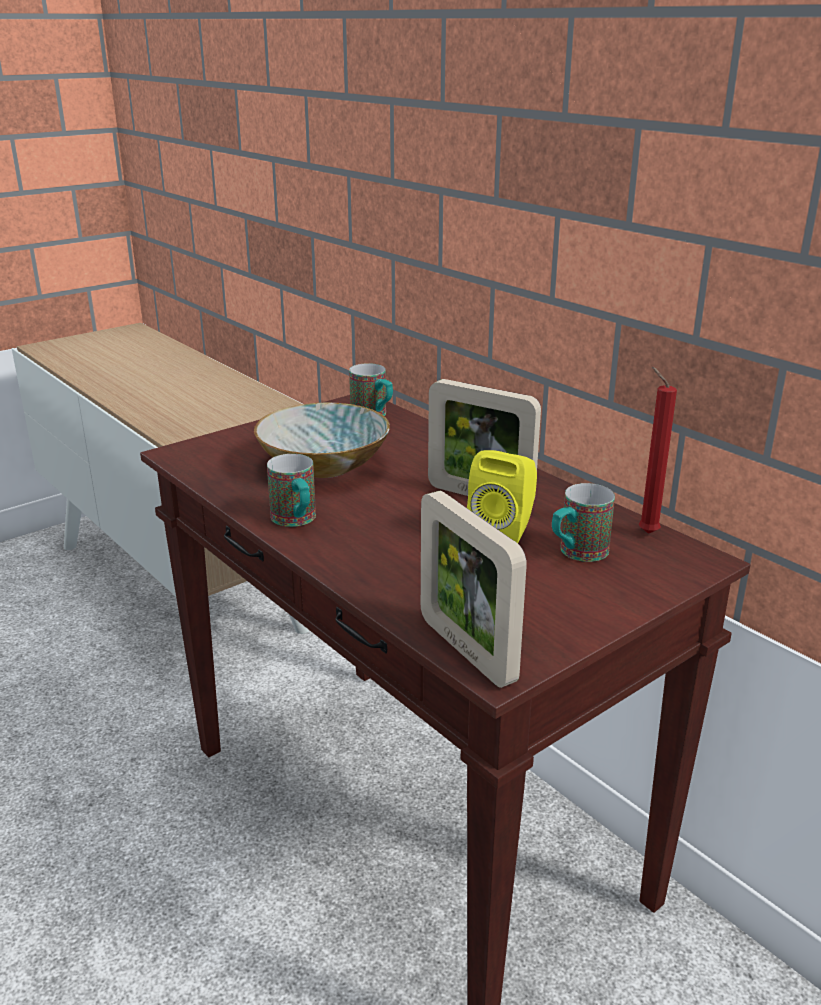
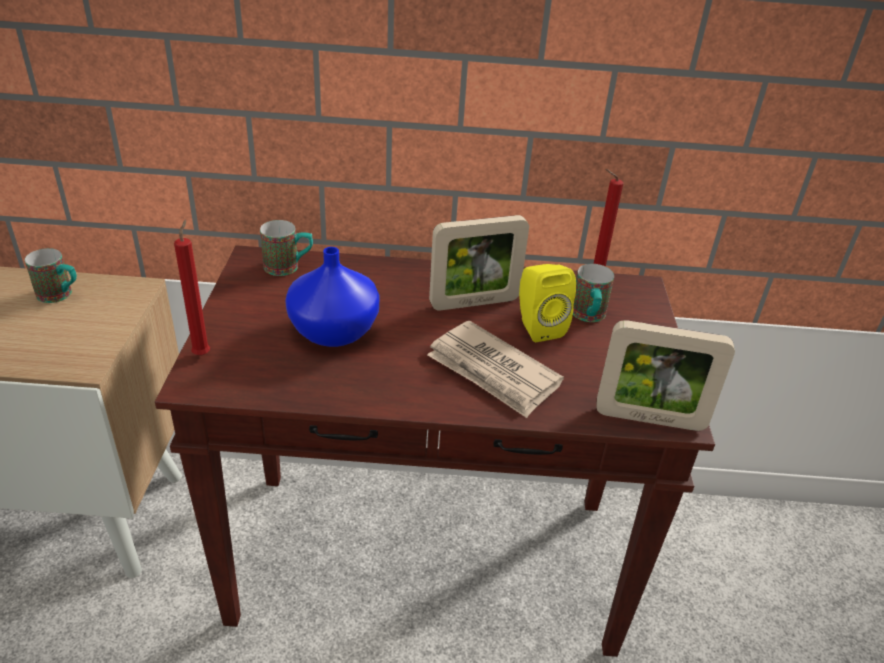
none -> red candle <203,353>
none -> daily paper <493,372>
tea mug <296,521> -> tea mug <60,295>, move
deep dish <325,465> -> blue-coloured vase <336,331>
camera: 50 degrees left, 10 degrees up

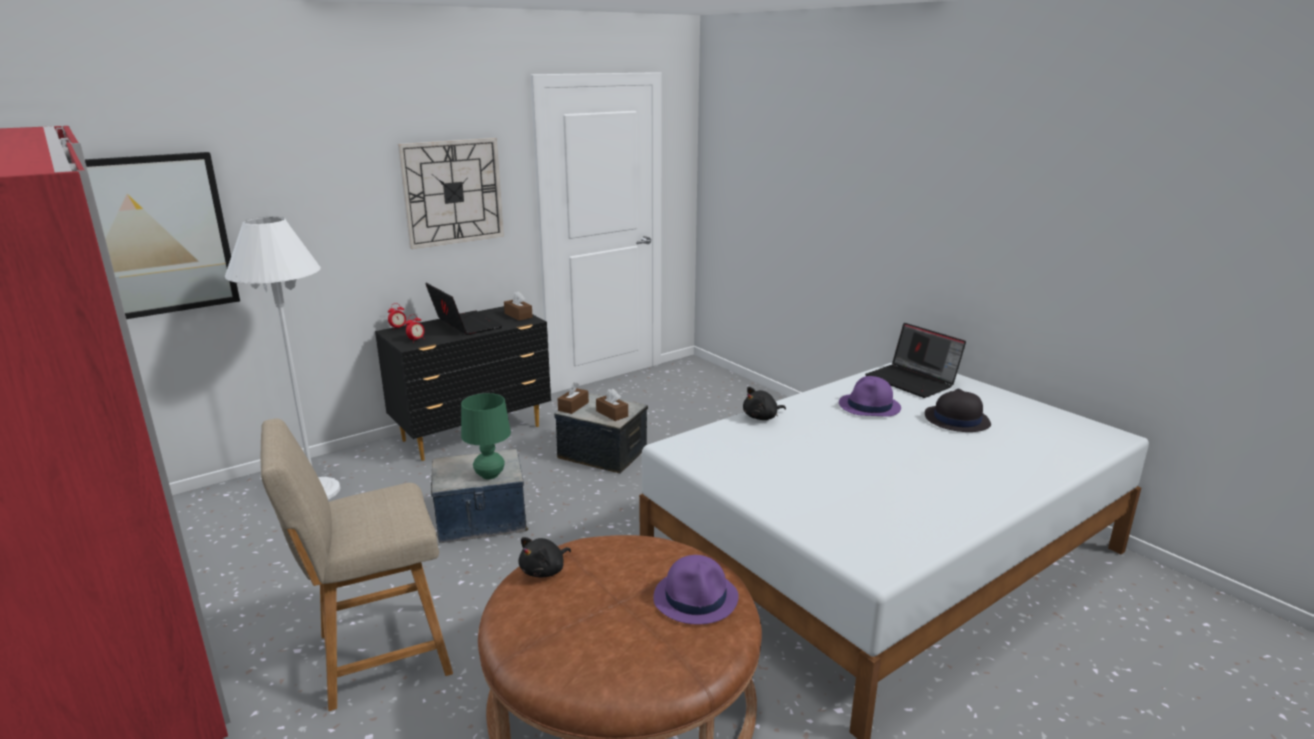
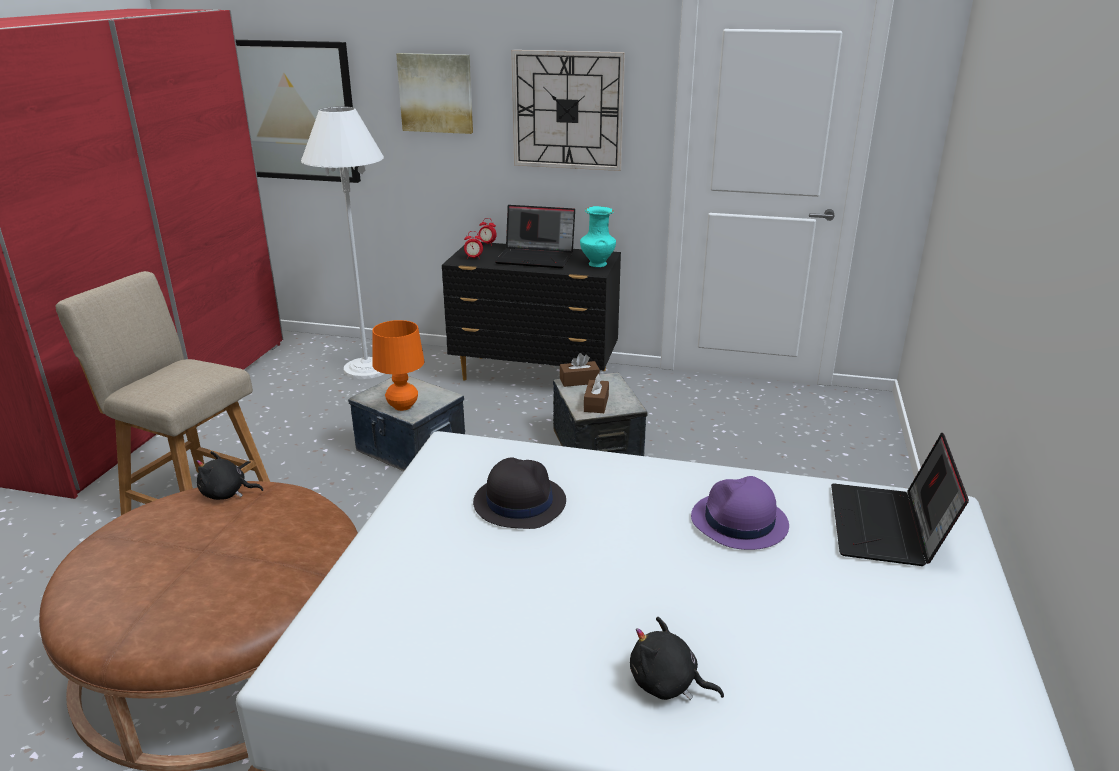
purplish wearable hat <696,598> -> none
none -> wall picture <436,93>
black-coloured soft toy <762,417> -> black-coloured soft toy <667,684>, move
black-coloured wearable hat <956,420> -> black-coloured wearable hat <519,502>, move
brownish tissue holder <518,315> -> turquoise-coloured vase <597,264>
greenish table lamp <489,475> -> orange-coloured table lamp <402,406>
portable computer <464,325> -> portable computer <536,257>, 90 degrees clockwise
camera: 50 degrees right, 5 degrees up

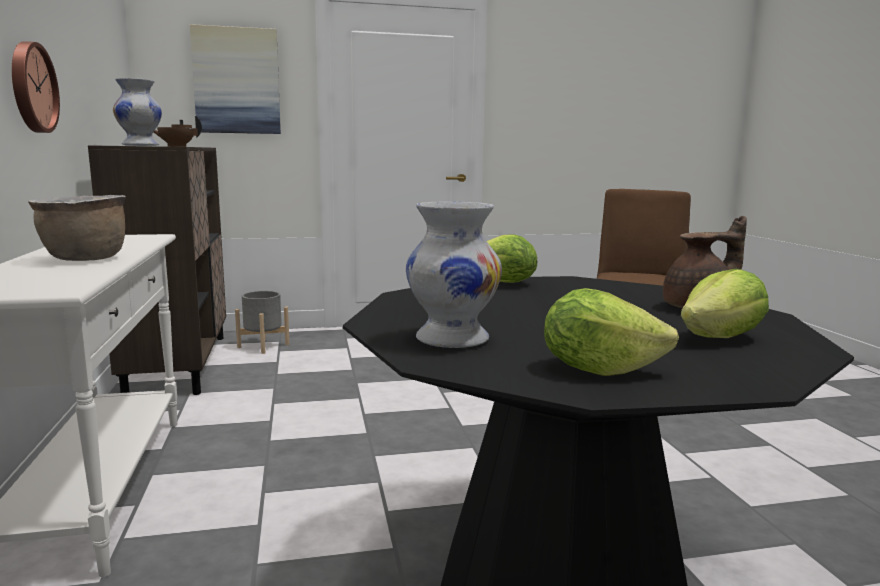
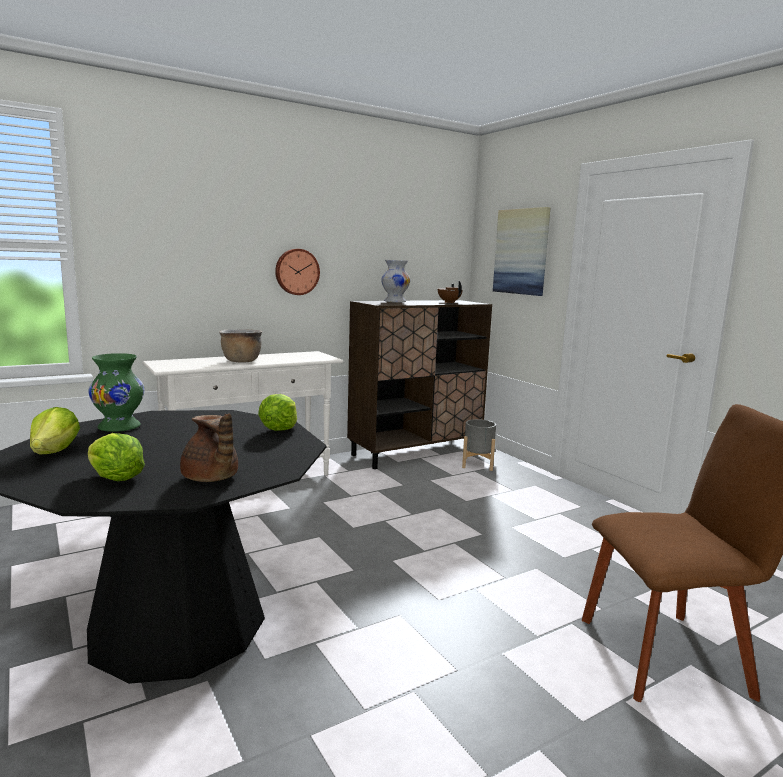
white vase <452,340> -> greenish vase <118,427>
camera: 70 degrees right, 0 degrees up

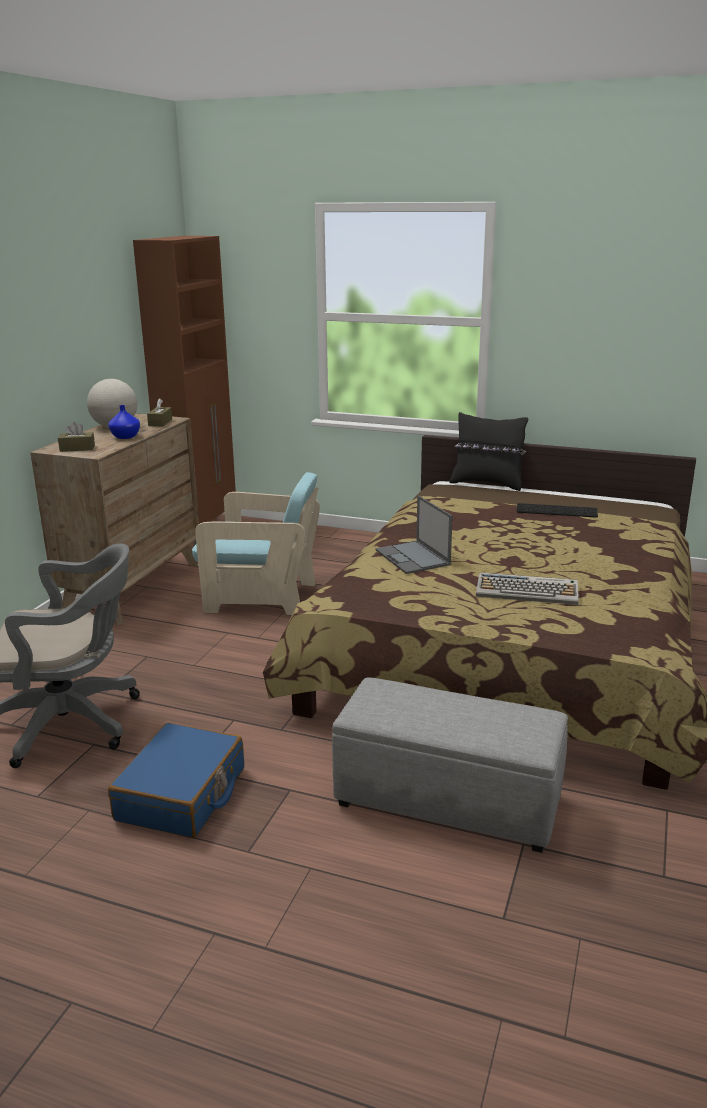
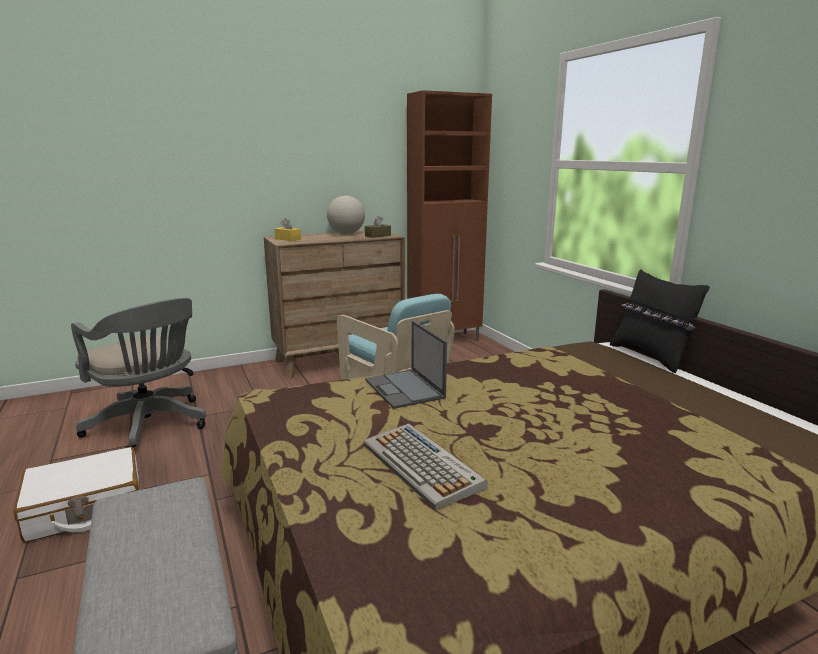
blue-coloured vase <126,437> -> none
computer keyboard <557,510> -> none
brownish tissue holder <77,448> -> yellow-coloured tissue holder <288,239>
blue-coloured travel case <182,795> -> white travel case <85,507>
portable computer <413,558> -> portable computer <405,389>, 45 degrees counterclockwise
camera: 45 degrees right, 5 degrees down

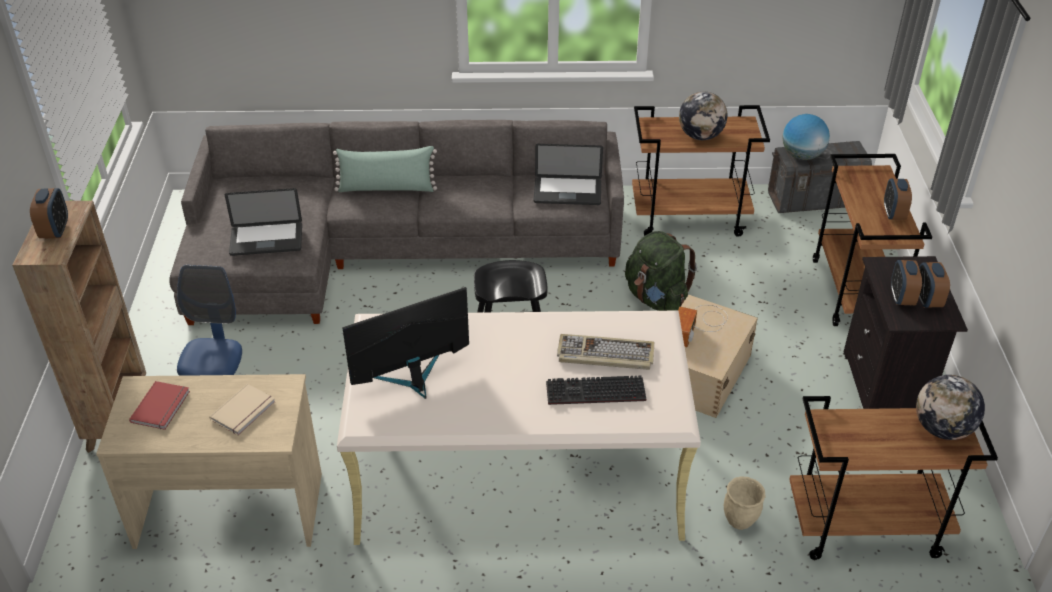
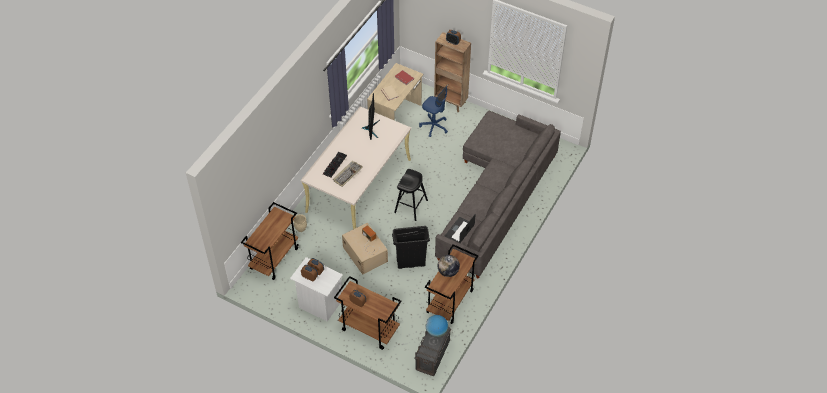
portable computer <266,240> -> none
greenish throw pillow <386,188> -> none
desk globe <942,429> -> none
greenish knapsack <656,298> -> black-coloured trash can <410,263>
black-coloured night table <886,385> -> white night table <319,305>
camera: 120 degrees right, 10 degrees up

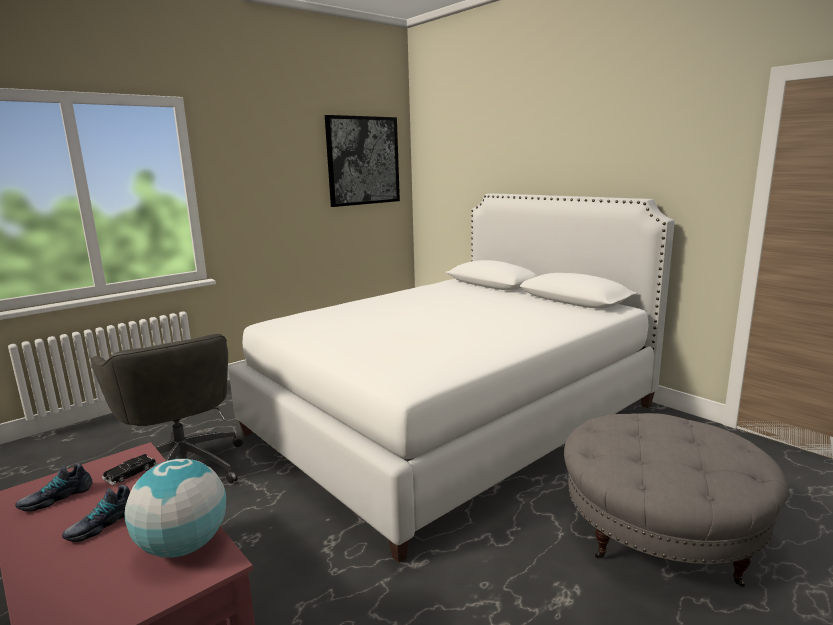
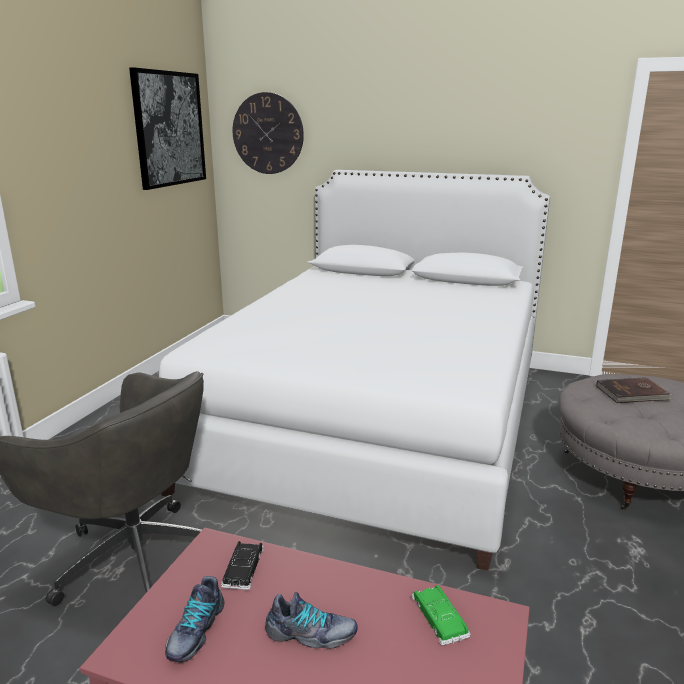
none -> clock on the wall <268,133>
none -> brownish bound book <633,393>
desk globe <183,546> -> greenish model car <439,618>
low shoe <102,524> -> low shoe <311,634>, 90 degrees counterclockwise
camera: 30 degrees left, 5 degrees up

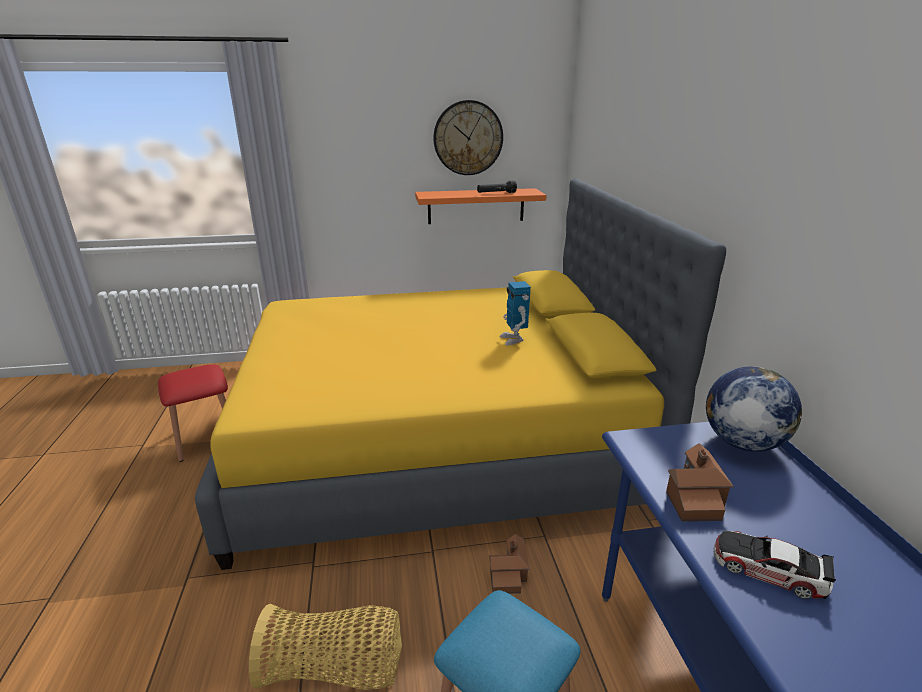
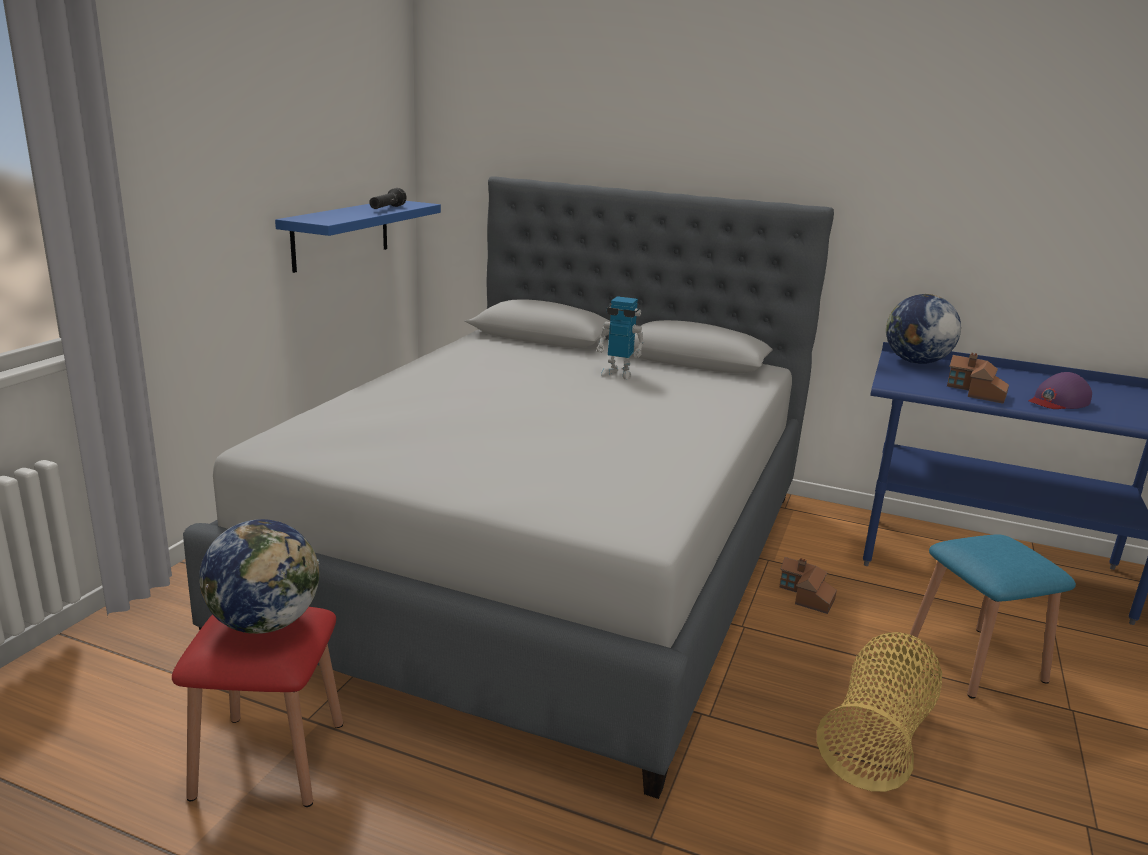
clock on the wall <468,138> -> none
none -> desk globe <265,623>
model car <768,569> -> purplish cap <1058,401>
yellow-coloured sleeping bed <436,442> -> greyish sleeping bed <549,560>
orange-coloured shelf <476,206> -> blue-coloured shelf <341,234>
camera: 60 degrees left, 5 degrees down

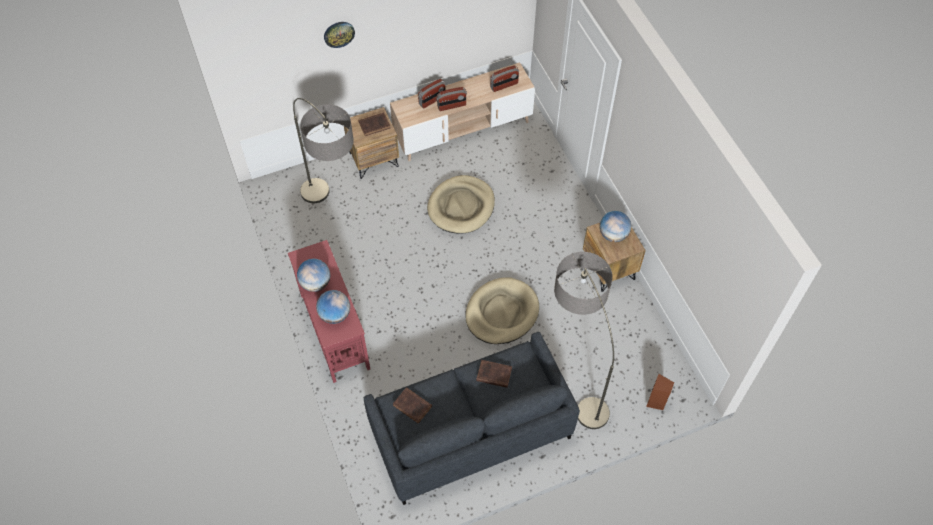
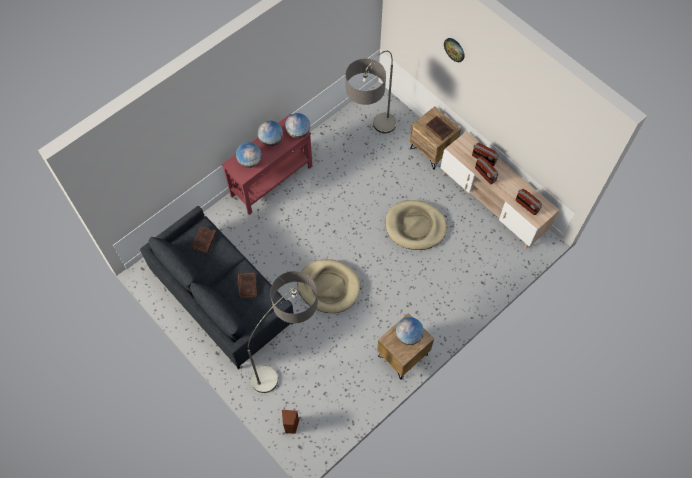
none -> desk globe <298,132>
camera: 70 degrees right, 5 degrees up

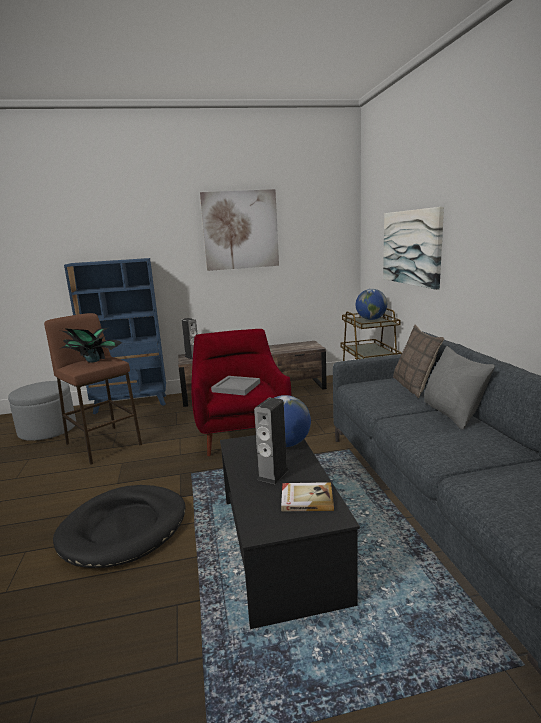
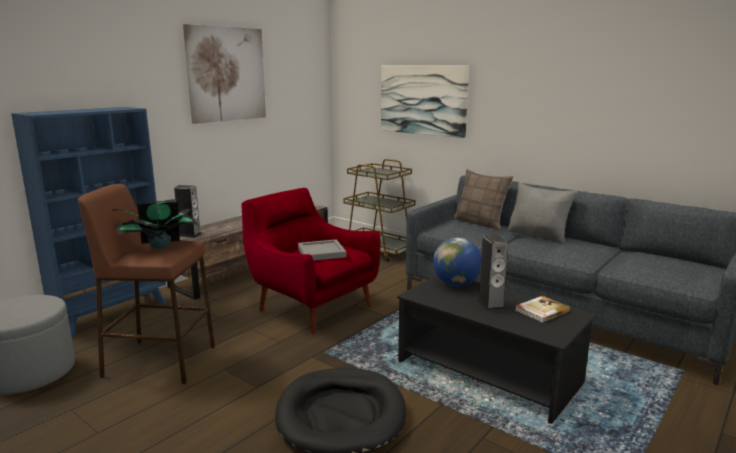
desk globe <371,319> -> none
camera: 40 degrees left, 0 degrees up

